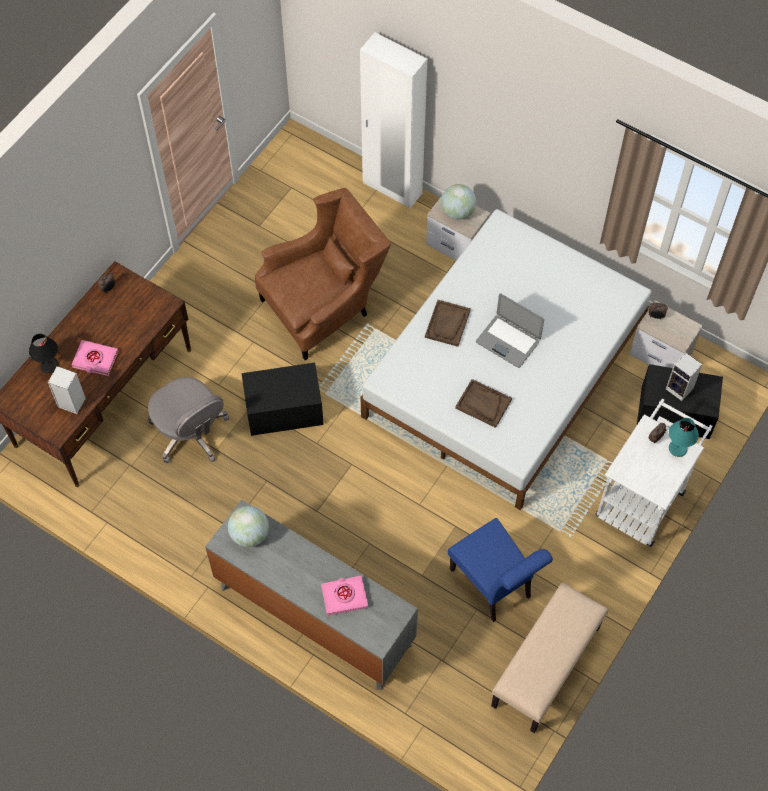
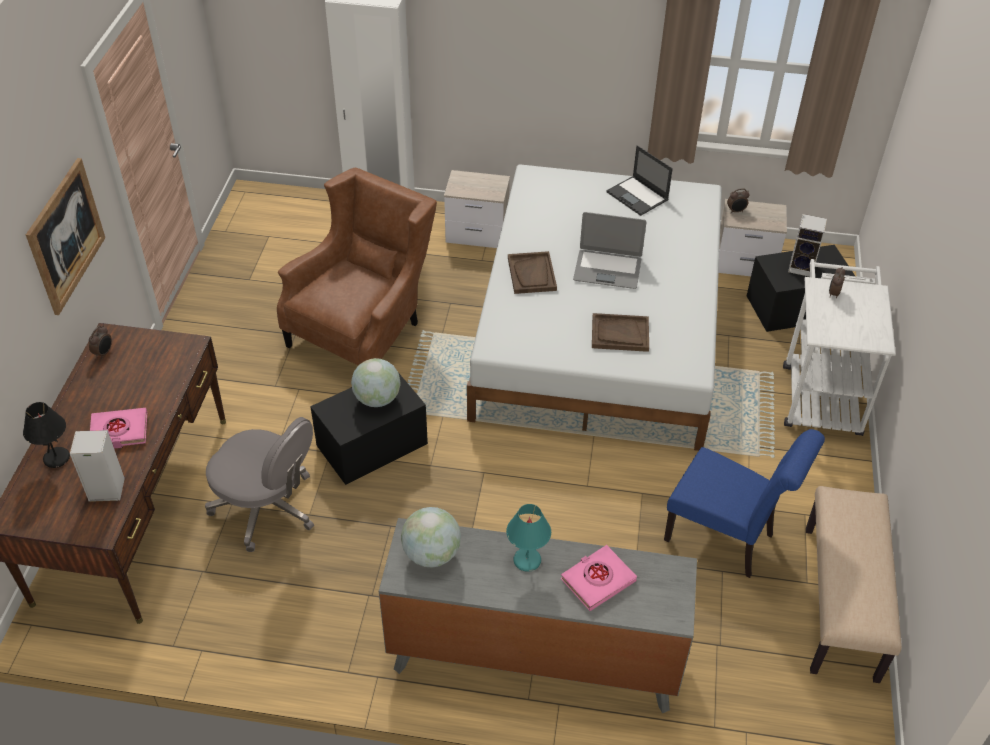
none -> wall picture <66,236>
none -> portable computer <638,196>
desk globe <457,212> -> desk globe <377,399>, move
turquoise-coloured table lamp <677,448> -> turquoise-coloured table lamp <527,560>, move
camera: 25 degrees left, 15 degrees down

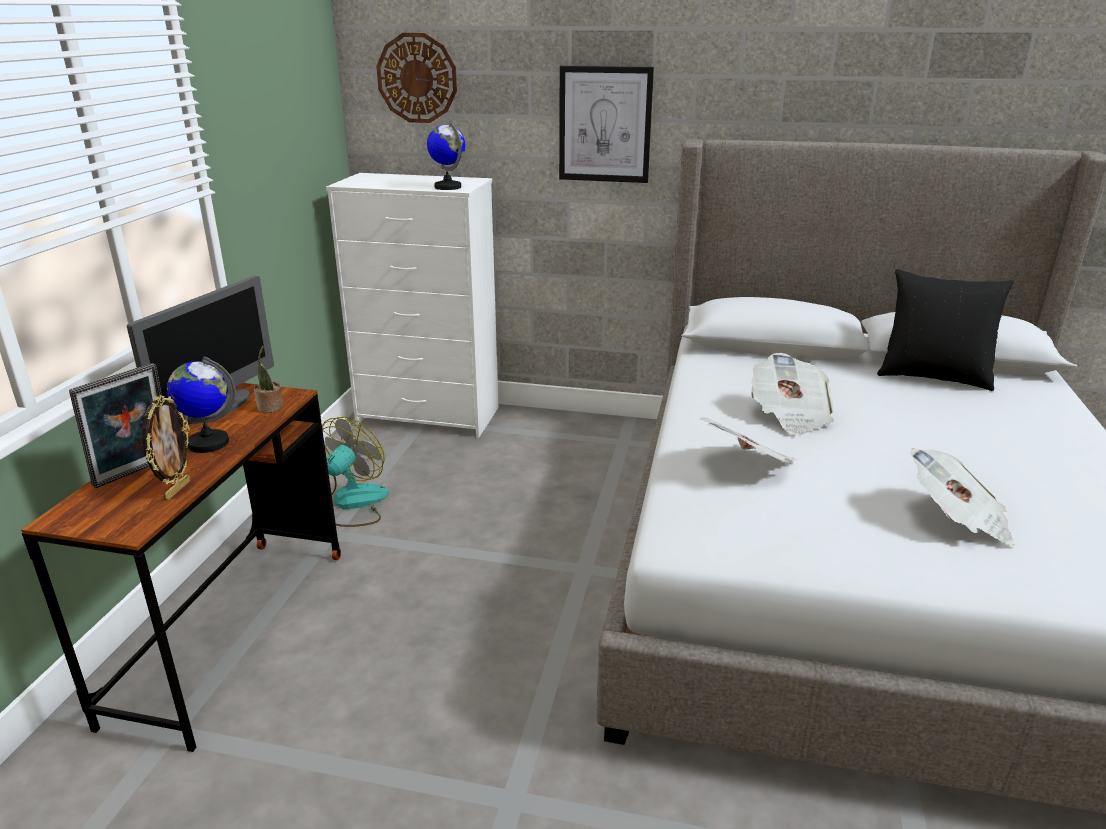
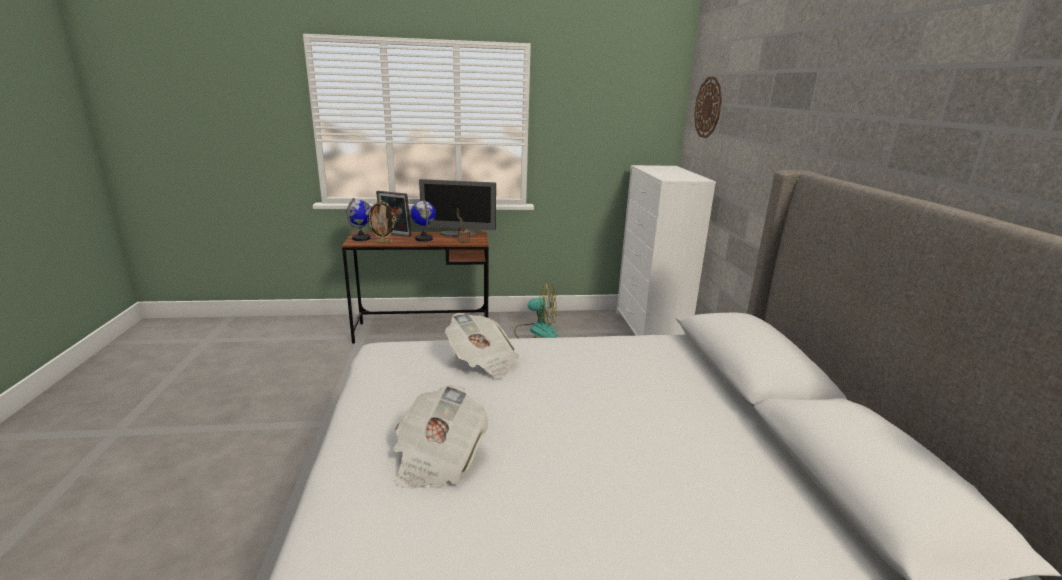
wall picture <605,124> -> none
daily paper <789,415> -> none
black-coloured throw pillow <933,376> -> none
desk globe <448,187> -> desk globe <361,238>, move
camera: 70 degrees right, 5 degrees down

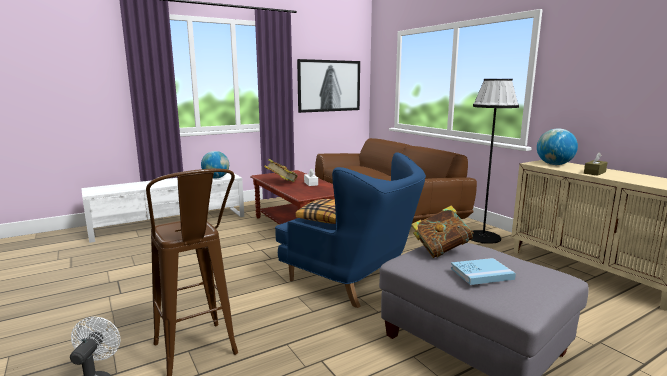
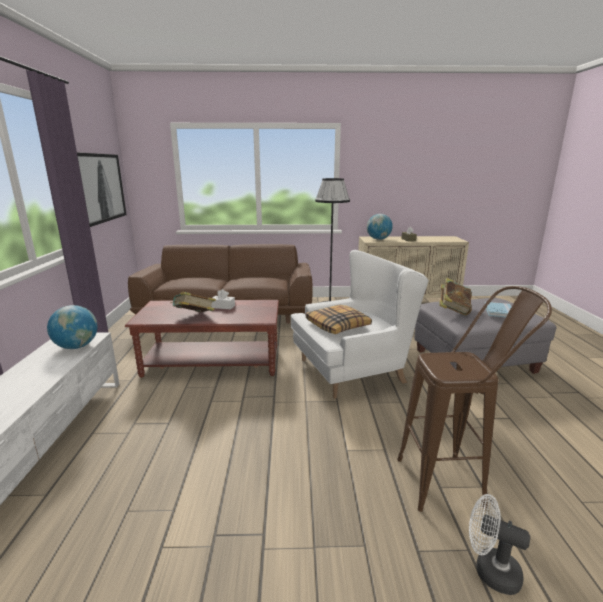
blue-coloured lounge chair <351,278> -> white lounge chair <354,370>
camera: 60 degrees left, 5 degrees up

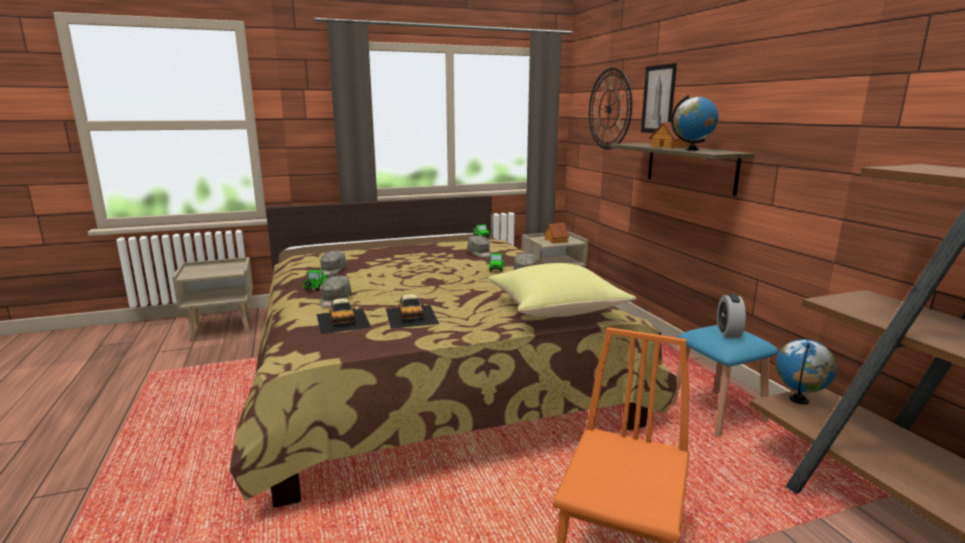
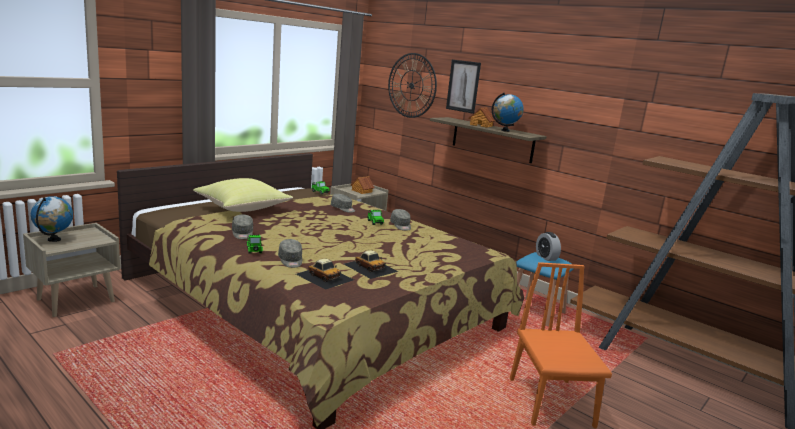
yellow-coloured throw pillow <556,310> -> yellow-coloured throw pillow <243,208>, move
desk globe <799,400> -> desk globe <54,240>, move
camera: 30 degrees left, 0 degrees up

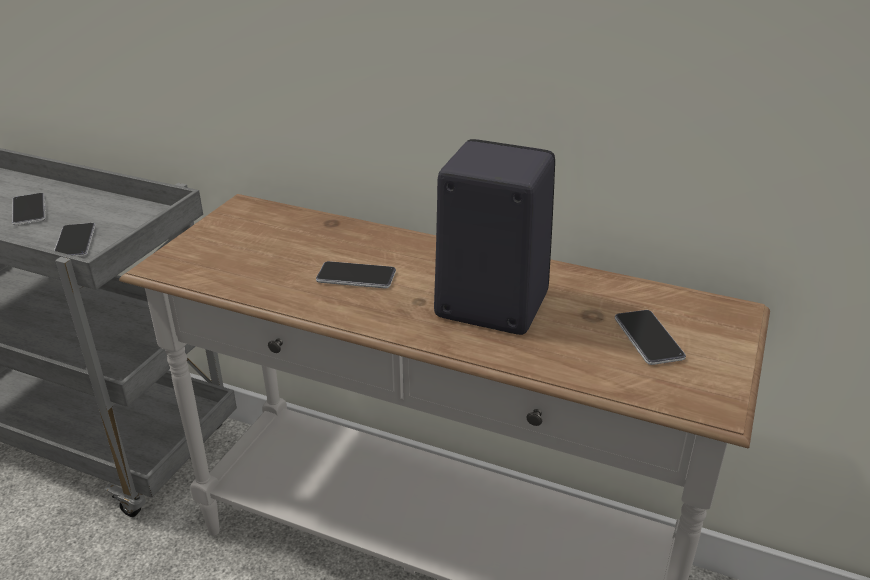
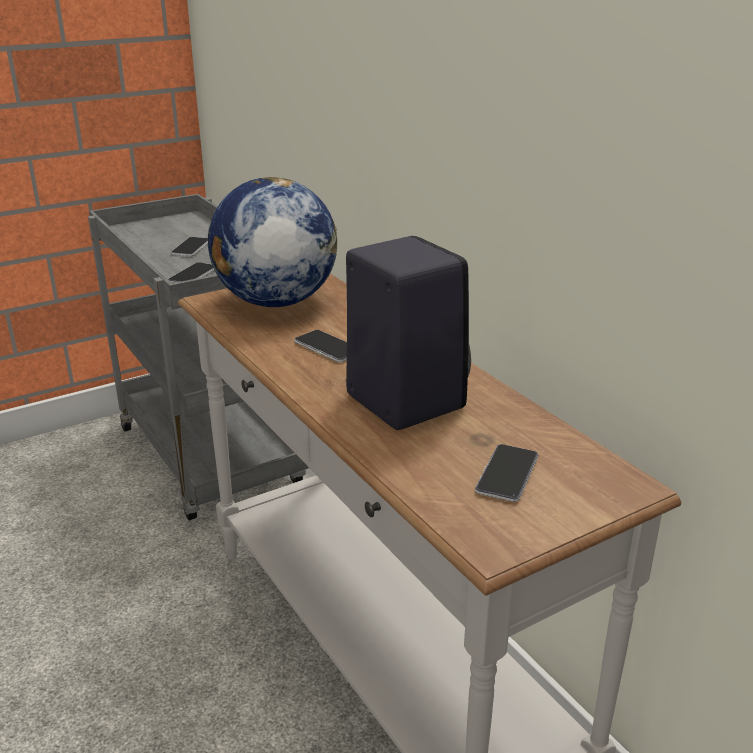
none -> desk globe <275,302>
camera: 35 degrees right, 5 degrees down

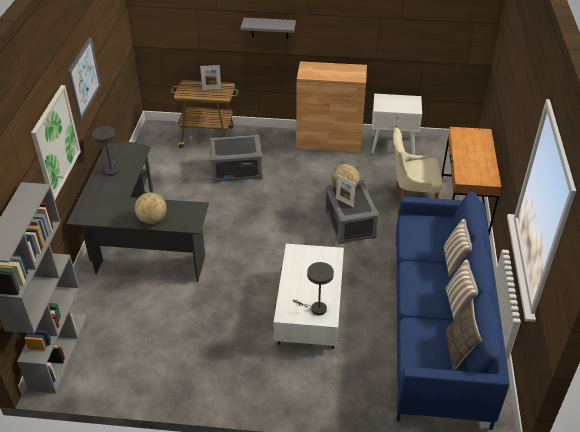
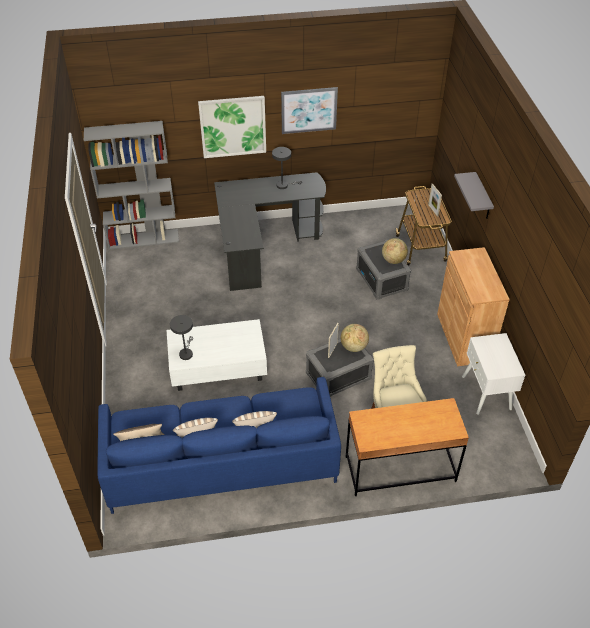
desk globe <152,219> -> desk globe <393,260>, move
camera: 75 degrees right, 5 degrees up

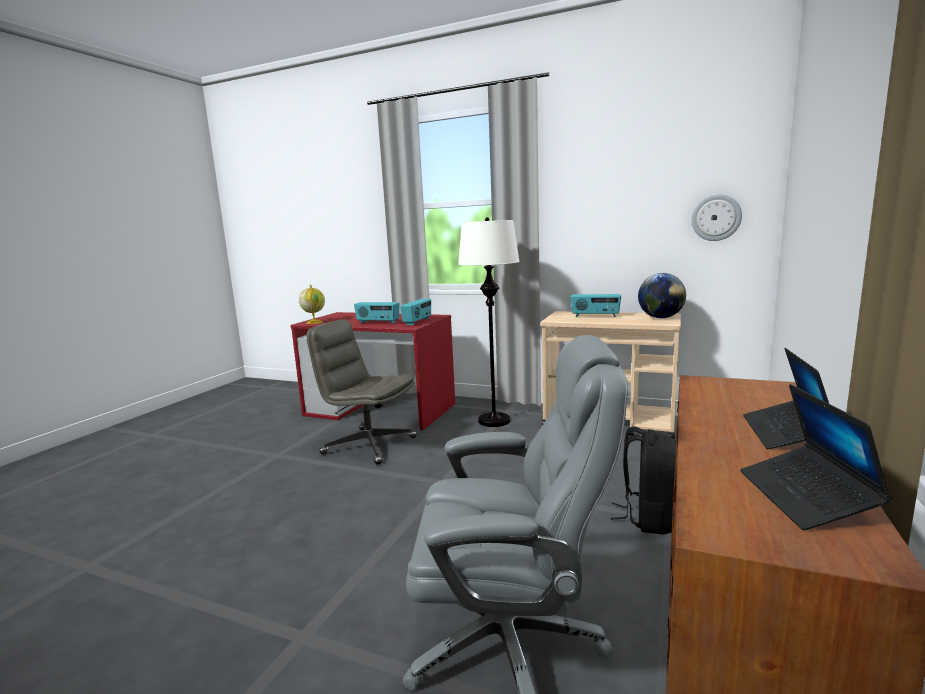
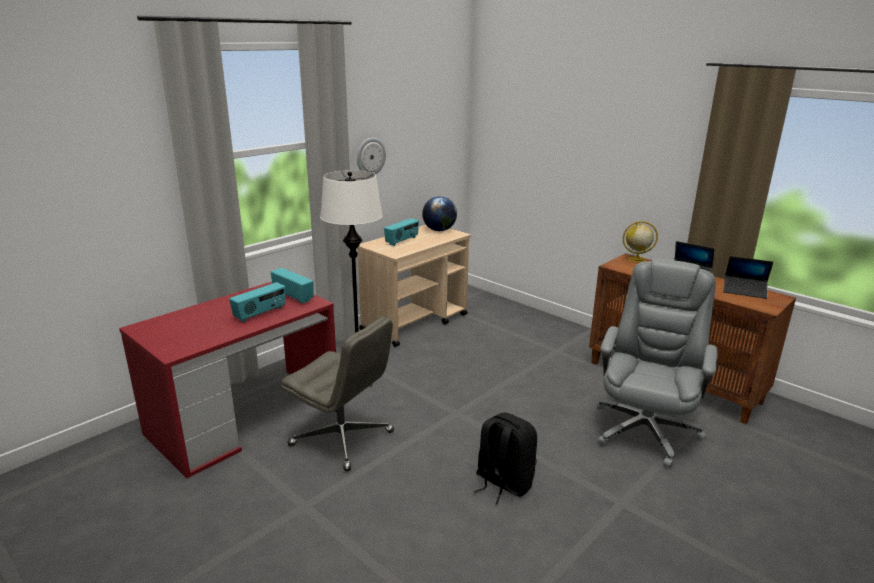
desk globe <314,322> -> desk globe <636,260>, move
black-coloured knapsack <649,518> -> black-coloured knapsack <502,483>, move
clock on the wall <716,217> -> clock on the wall <370,156>, move
greyish office chair <368,445> -> greyish office chair <343,439>, 105 degrees counterclockwise
camera: 70 degrees left, 10 degrees up

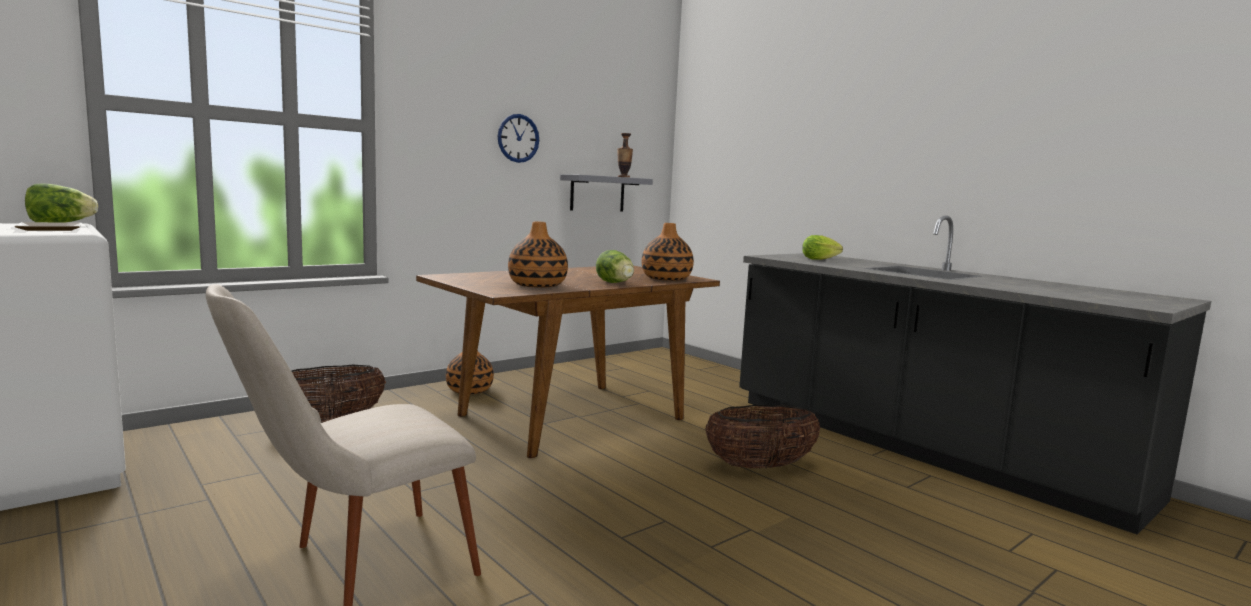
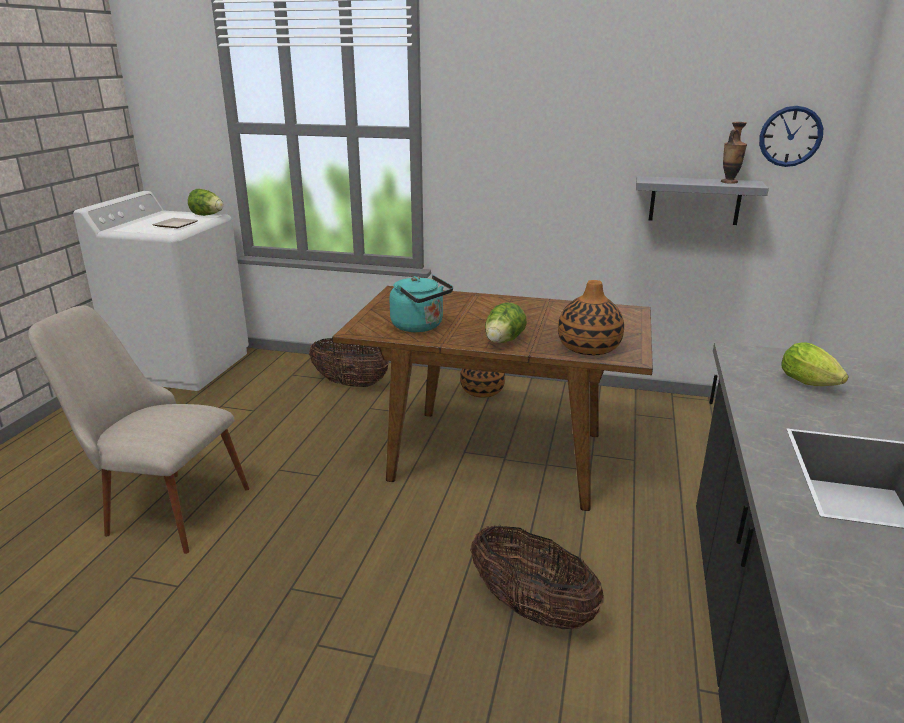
clock on the wall <518,138> -> clock on the wall <790,136>, move
vase <537,285> -> turquoise-coloured water kettle <420,326>
camera: 55 degrees right, 15 degrees up

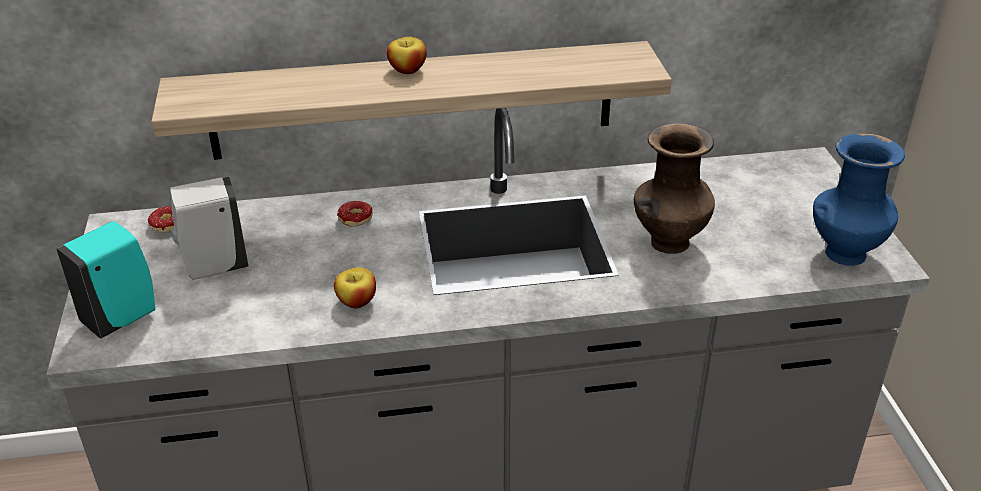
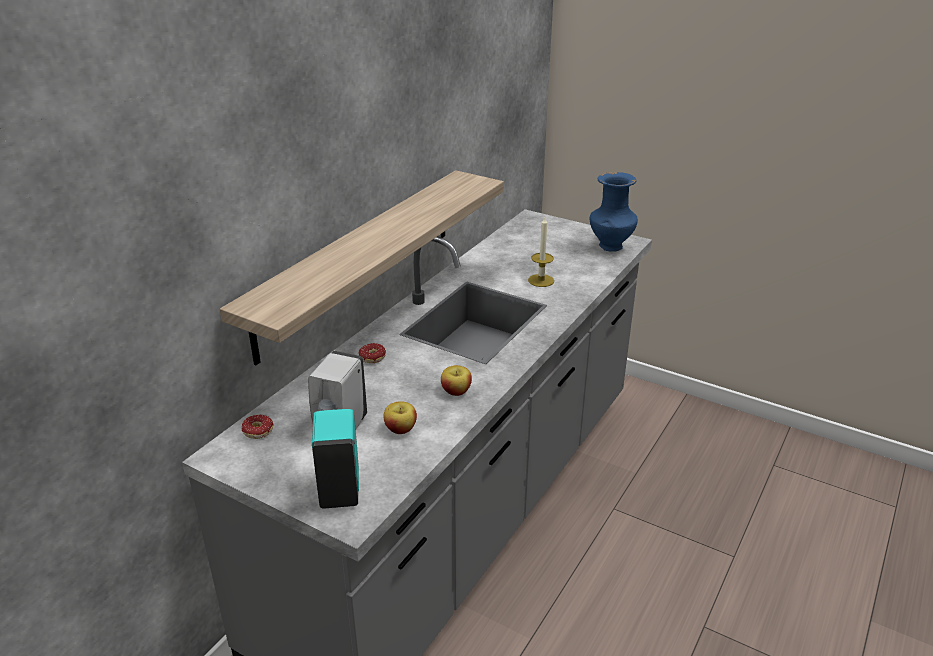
whole apple <407,70> -> whole apple <400,429>, move
brownish vase <668,243> -> candle <541,280>
camera: 50 degrees left, 5 degrees down

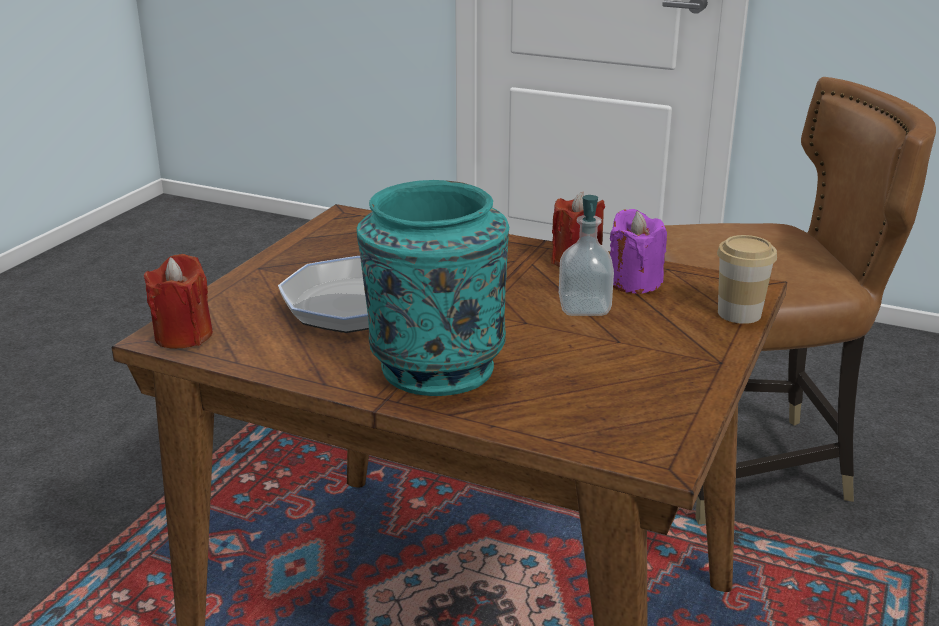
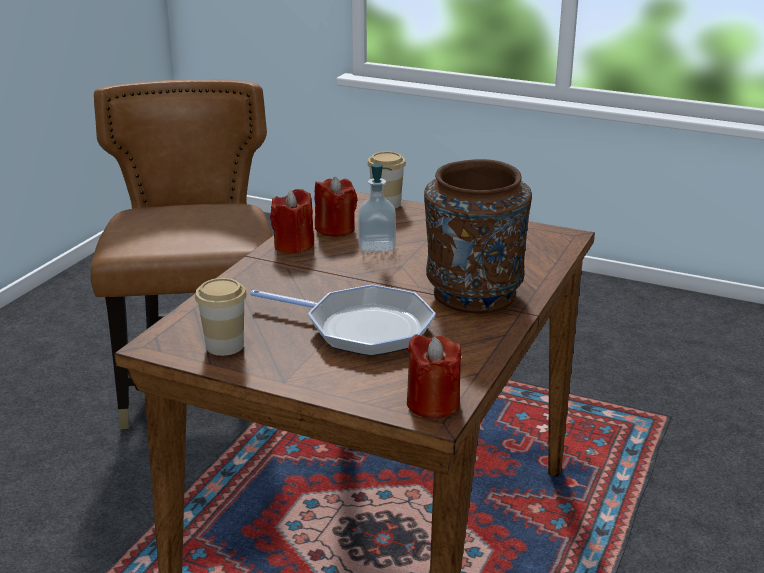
none -> cup <224,346>
turquoise-coloured vase <434,367> -> brownish vase <473,296>
purplish candle <634,282> -> red candle <335,229>
camera: 90 degrees left, 0 degrees up

